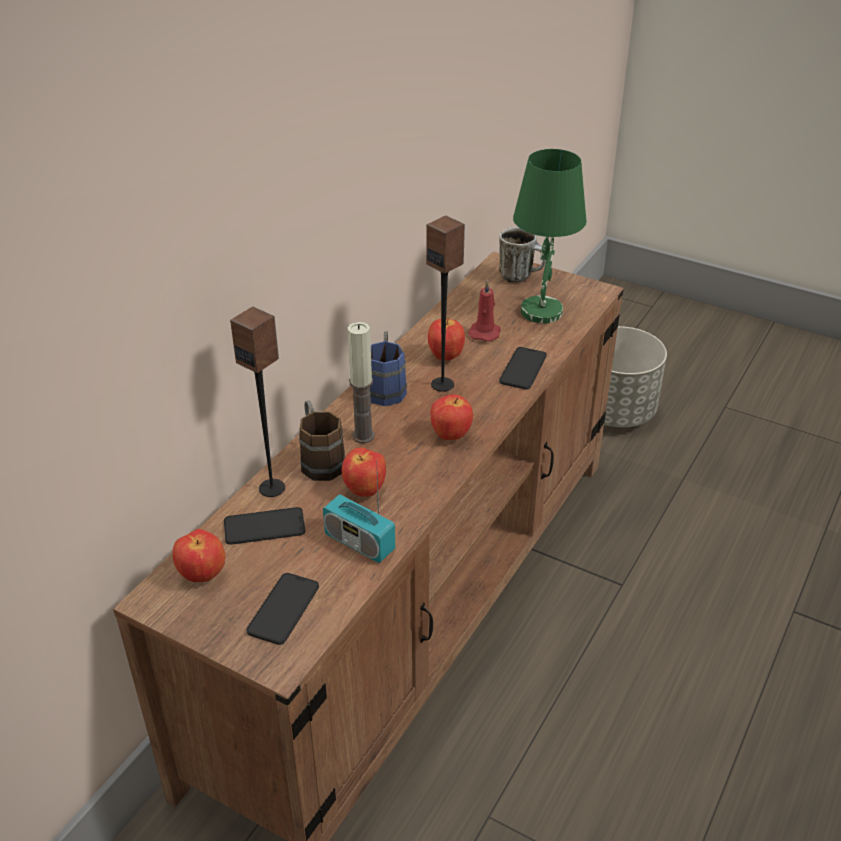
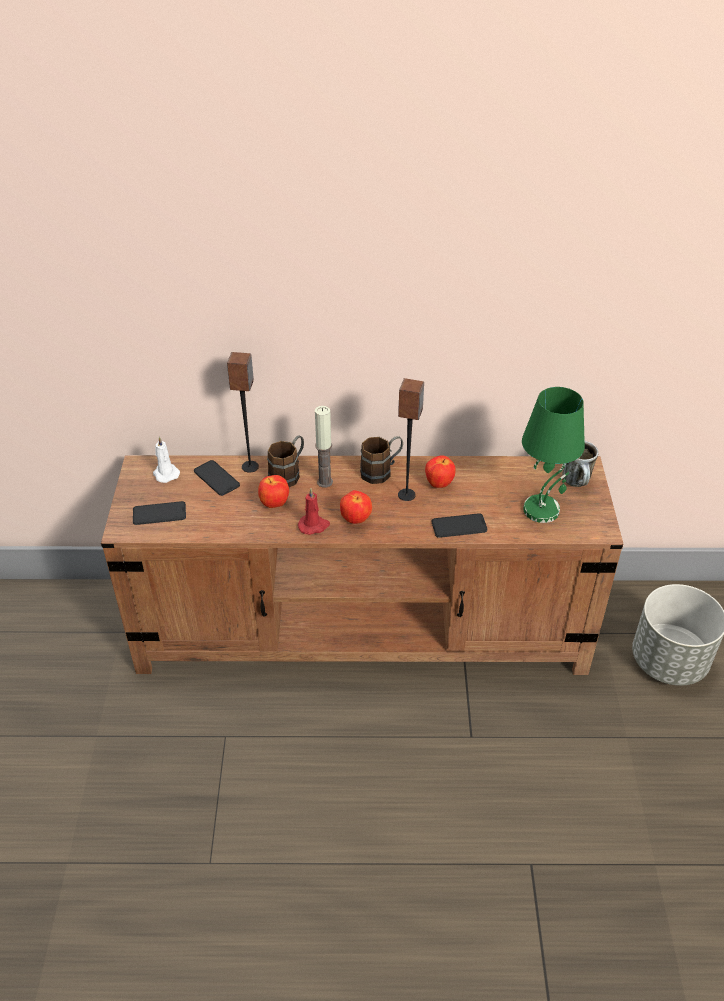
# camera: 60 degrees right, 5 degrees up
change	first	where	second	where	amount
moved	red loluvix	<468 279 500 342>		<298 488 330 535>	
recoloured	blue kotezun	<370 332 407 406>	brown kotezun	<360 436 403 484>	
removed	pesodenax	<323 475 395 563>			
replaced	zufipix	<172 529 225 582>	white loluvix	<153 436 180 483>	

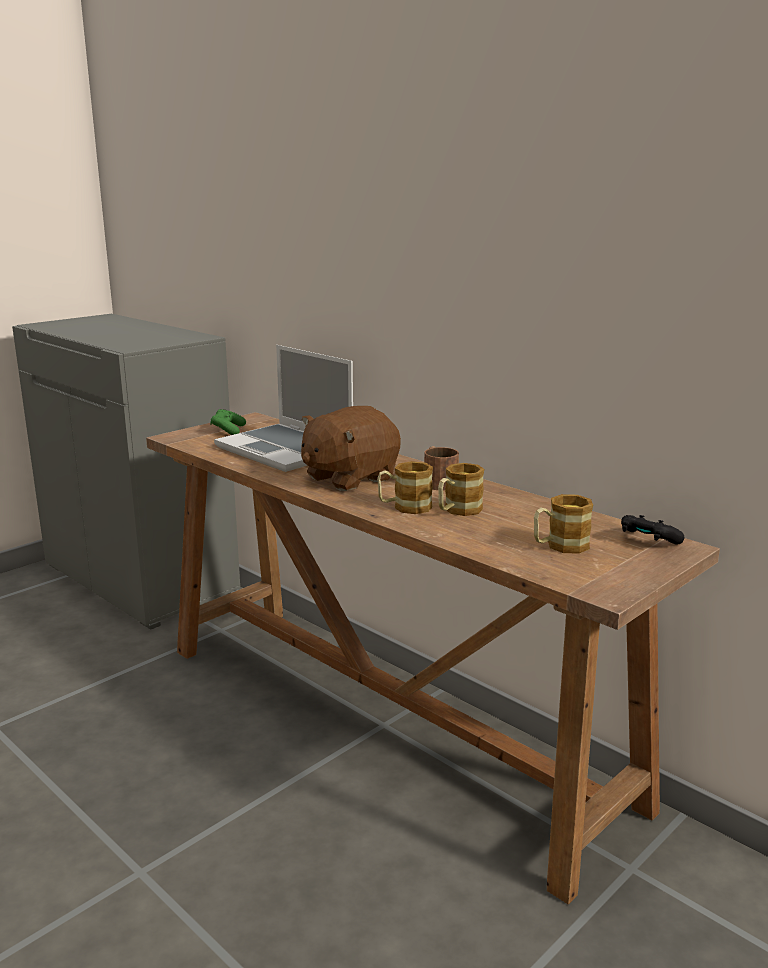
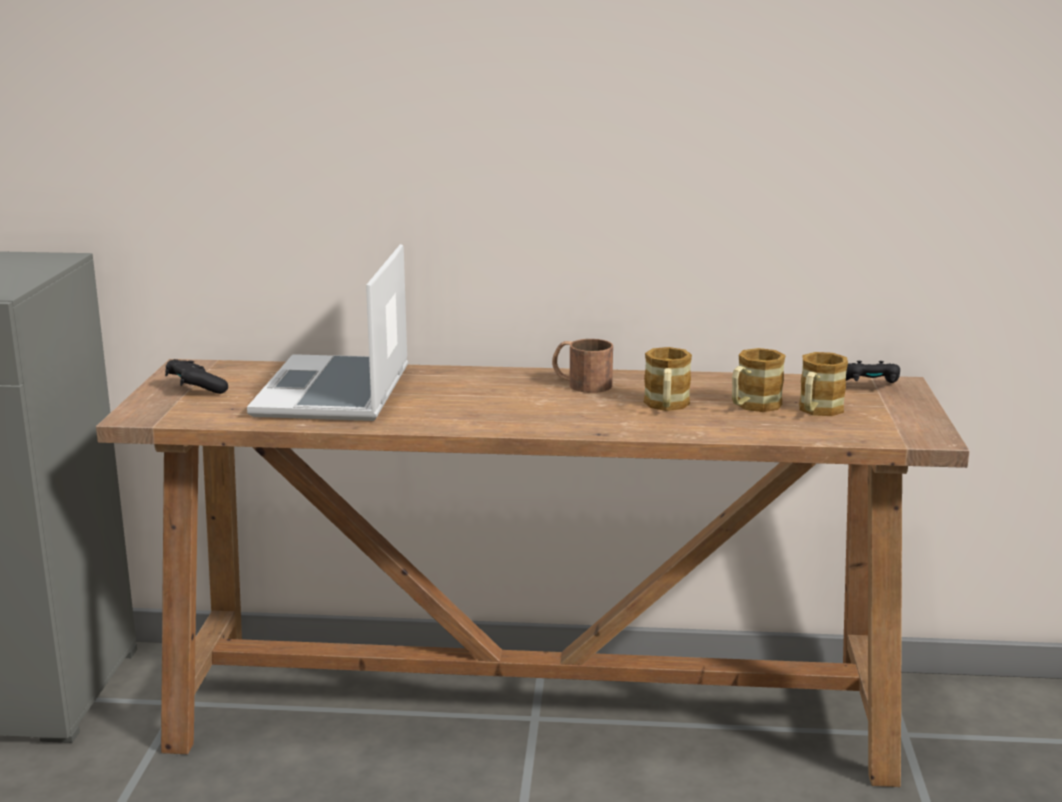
# camera: 40 degrees left, 0 degrees up
change	first	where	second	where	amount
turned	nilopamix	<214 345 353 472>		<247 244 408 421>	90 degrees clockwise
removed	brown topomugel	<301 406 401 491>			
recoloured	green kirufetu	<210 409 246 435>	black kirufetu	<165 359 228 394>	
moved	kotezun	<377 461 433 514>		<732 348 786 412>	

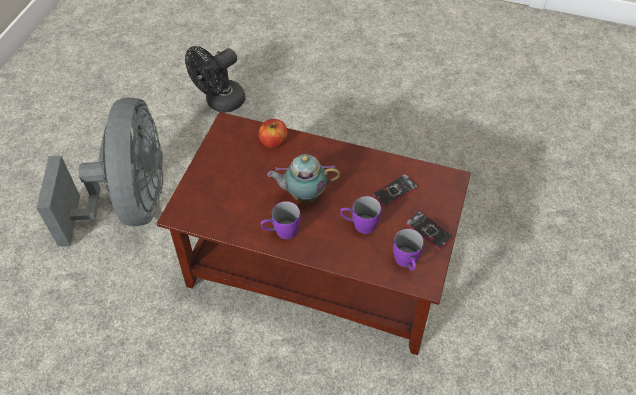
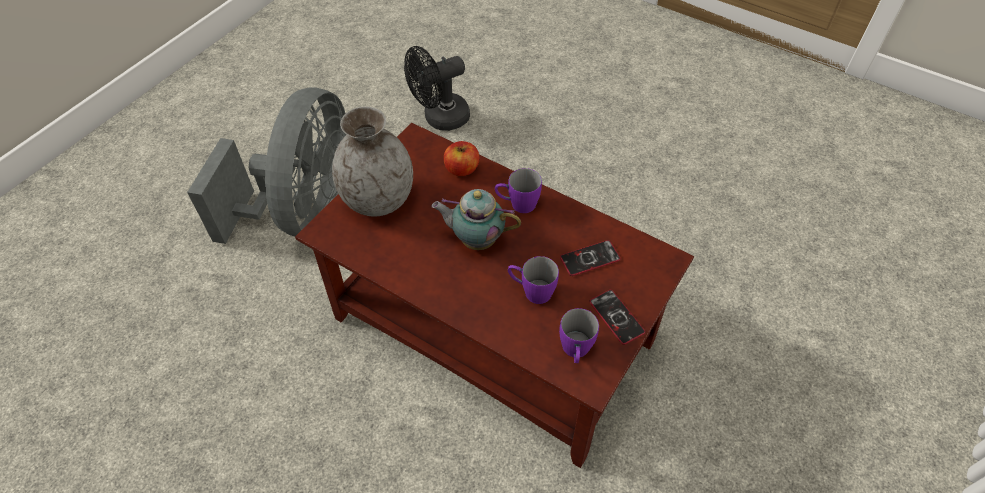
# camera: 15 degrees right, 0 degrees up
change	first	where	second	where	amount
moved	purple kotezun	<261 201 300 239>		<495 168 542 213>	
added			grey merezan	<332 106 413 217>	

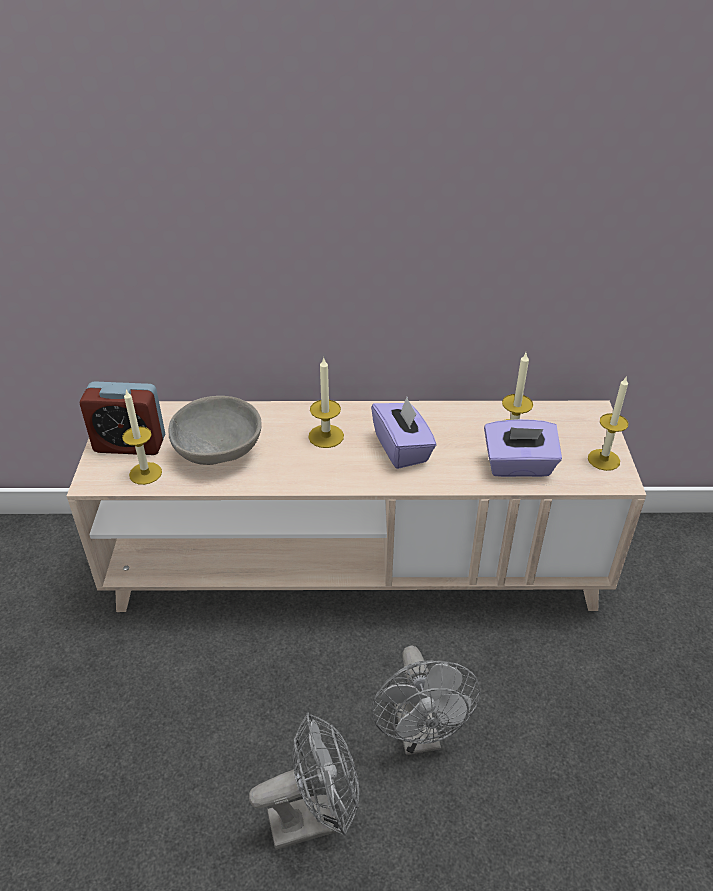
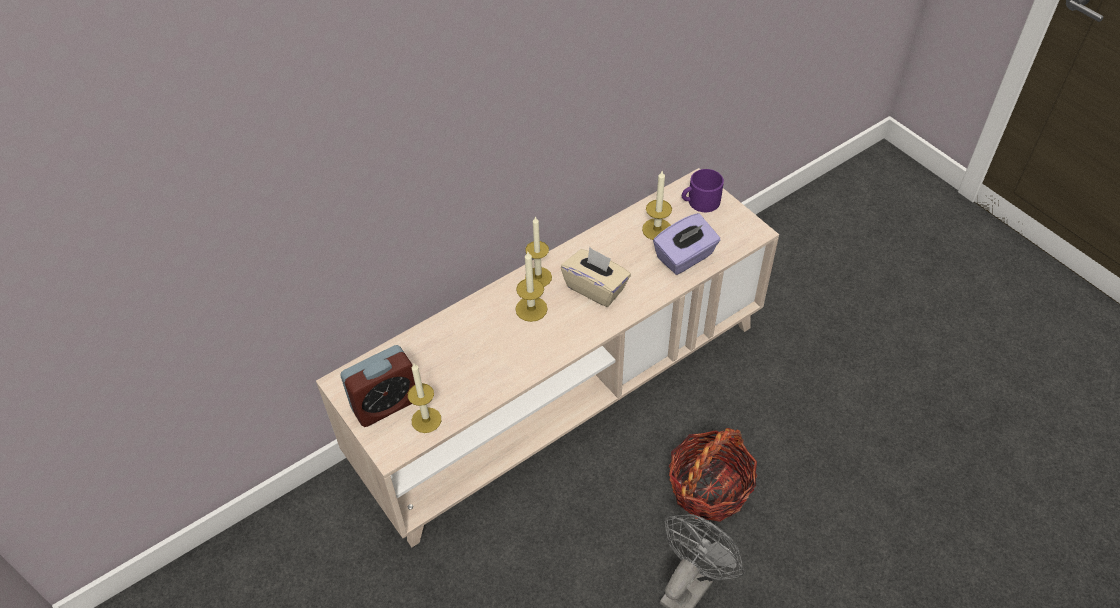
# camera: 35 degrees left, 10 degrees up
change	first	where	second	where	amount
moved	loluvix	<588 376 628 471>		<525 216 552 287>	
removed	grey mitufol	<168 396 262 465>			
recoloured	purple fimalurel	<371 397 436 469>	beige fimalurel	<561 247 631 307>	
replaced	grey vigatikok	<371 645 481 755>	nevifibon	<669 428 757 522>	
added			purple kotezun	<682 169 724 212>	

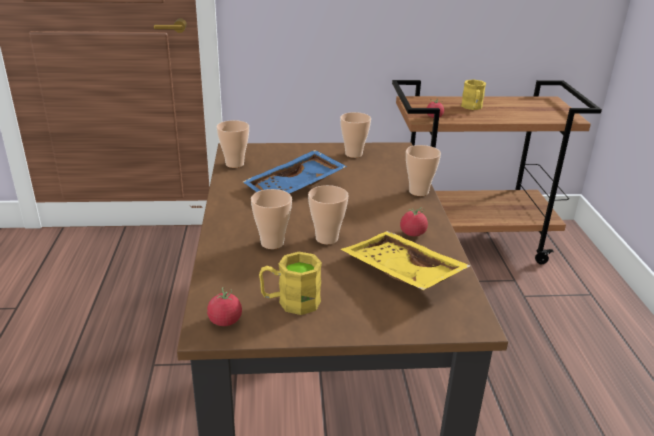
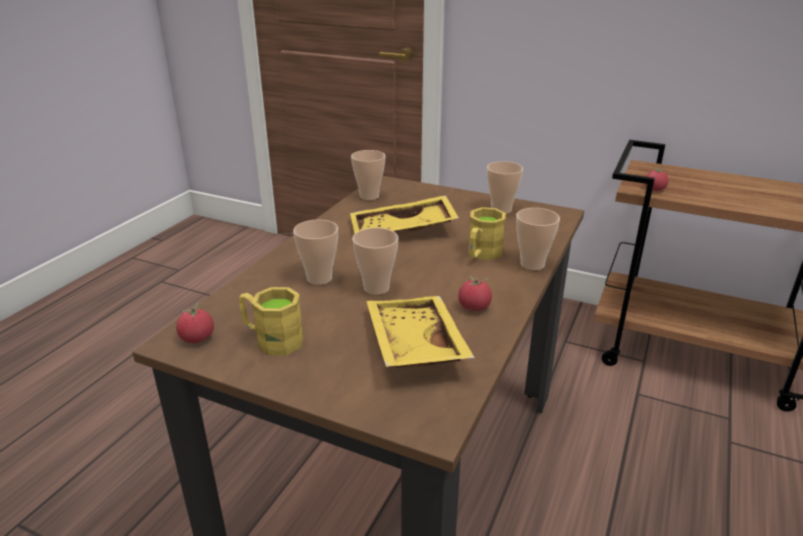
# camera: 30 degrees right, 0 degrees up
change	first	where	second	where	amount
moved	yellow kotezun	<461 79 486 110>		<468 207 506 260>	
recoloured	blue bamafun	<243 150 347 193>	yellow bamafun	<350 195 459 234>	

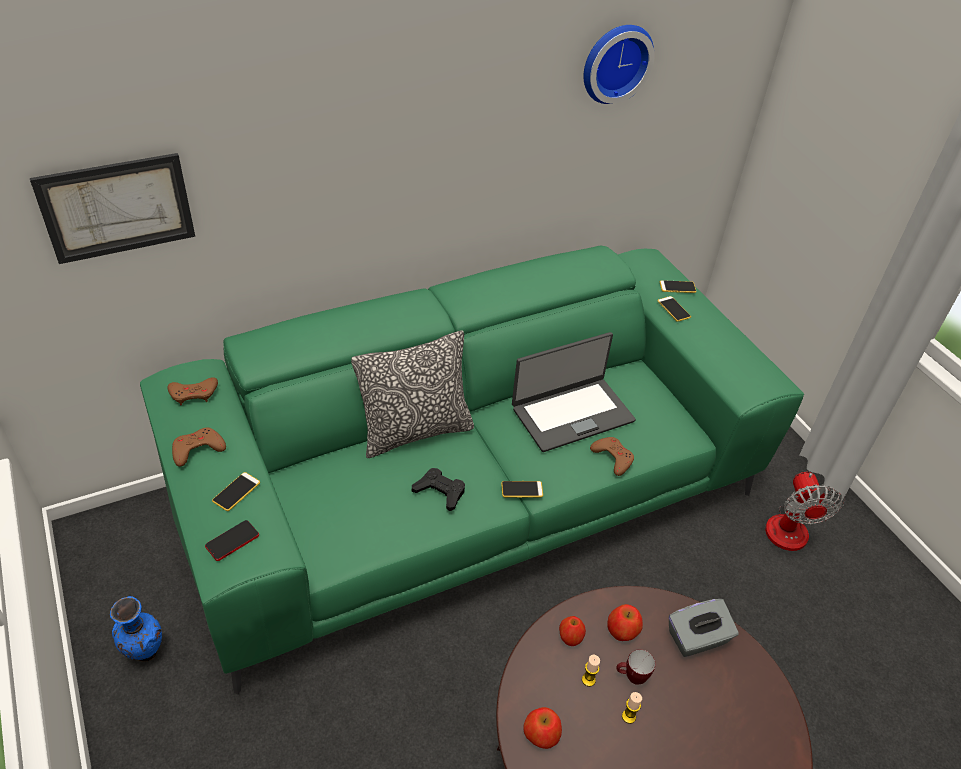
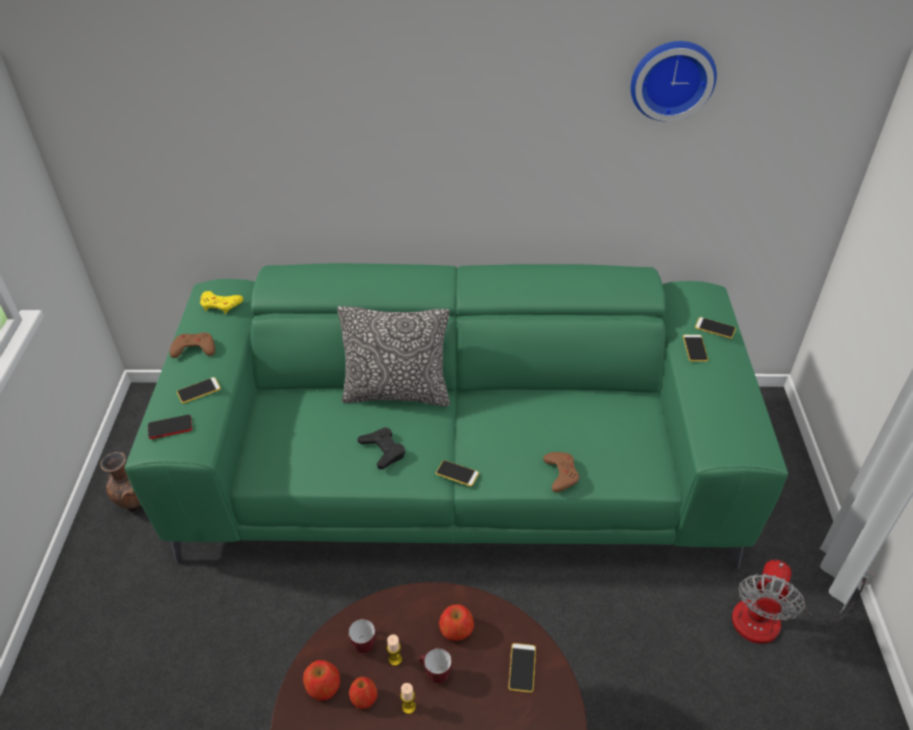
# camera: 30 degrees right, 0 degrees up
change	first	where	second	where	amount
removed	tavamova	<30 153 195 264>			
removed	nilopamix	<512 332 636 452>			
recoloured	brown kirufetu	<168 377 218 405>	yellow kirufetu	<200 291 243 314>	
recoloured	blue merezan	<110 596 162 662>	brown merezan	<100 452 142 512>	
replaced	grey fimalurel	<669 599 739 657>	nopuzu	<508 643 536 693>	
moved	zufipix	<559 616 586 646>		<349 677 378 709>	
added			kotezun	<348 618 376 653>	

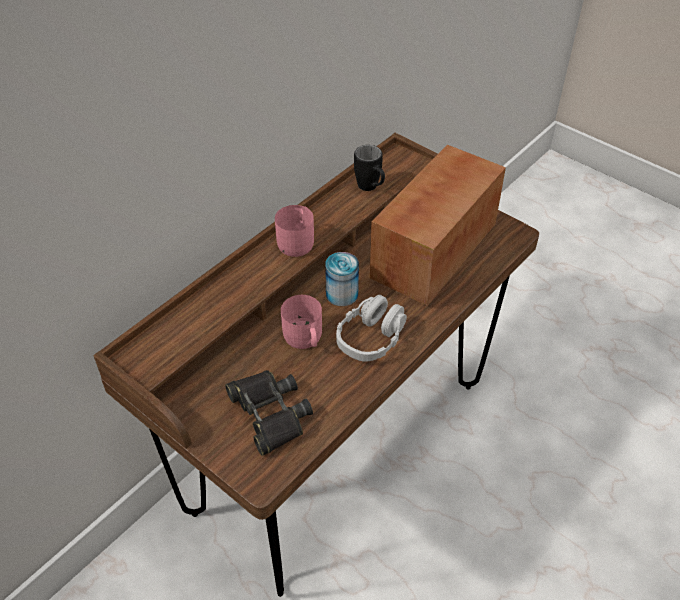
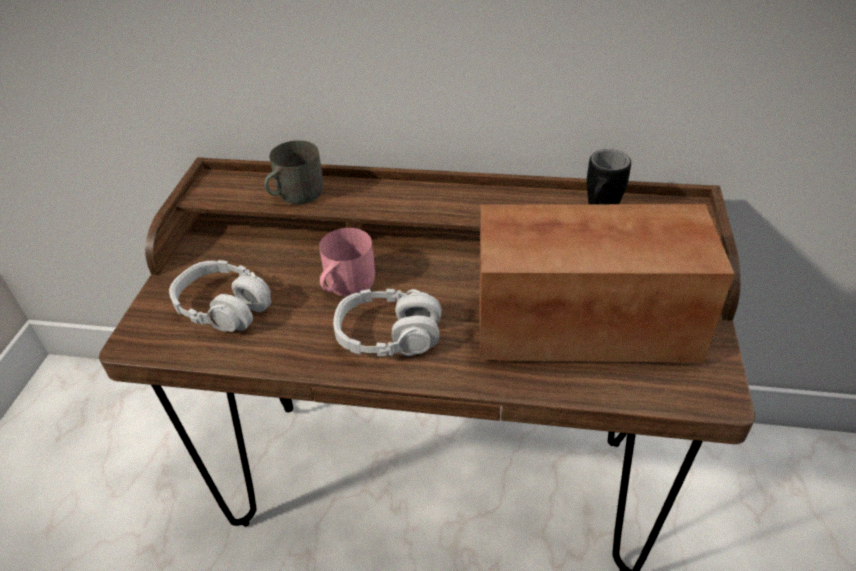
# camera: 60 degrees right, 5 degrees down
change	first	where	second	where	amount
removed	pink kotezun	<275 205 314 257>			
removed	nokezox	<325 252 359 306>			
replaced	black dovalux	<225 370 313 456>	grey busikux	<169 260 271 332>	
added			grey kotezun	<264 140 324 205>	

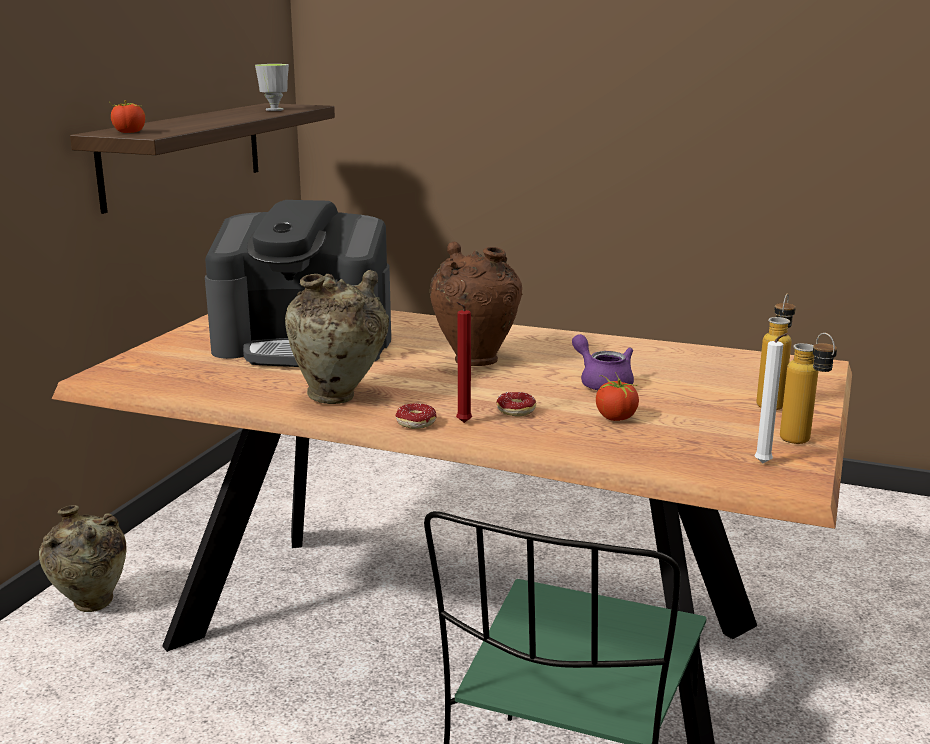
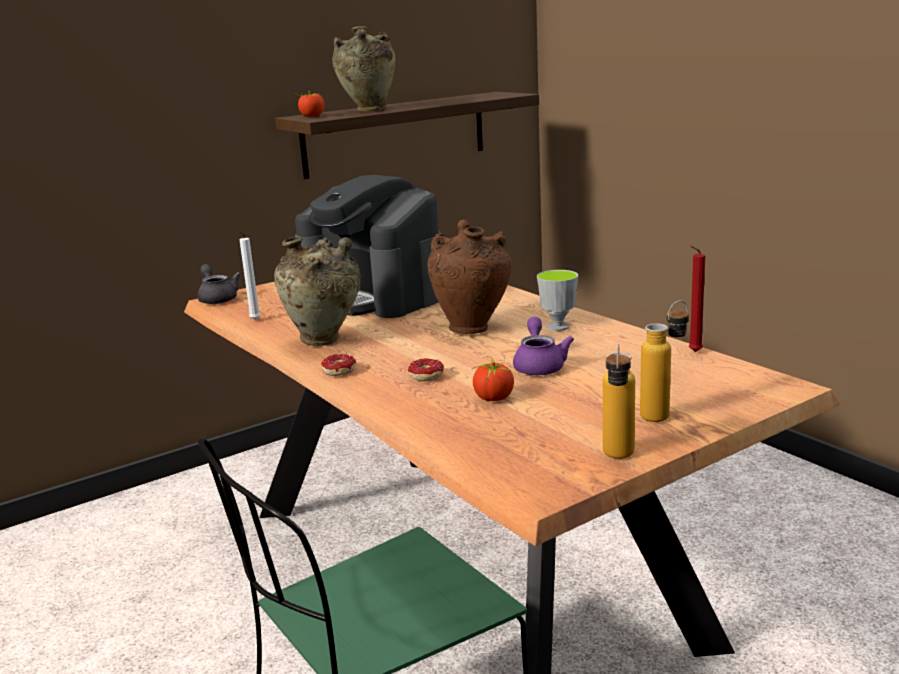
# camera: 35 degrees right, 0 degrees up
change	first	where	second	where	amount
moved	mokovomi	<255 64 289 111>		<537 270 578 331>	
moved	red loluvix	<456 302 472 423>		<689 246 705 352>	
moved	white loluvix	<755 333 789 463>		<240 232 261 320>	
moved	beige merezan	<39 505 126 612>		<332 26 395 112>	
added			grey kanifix	<198 264 241 304>	

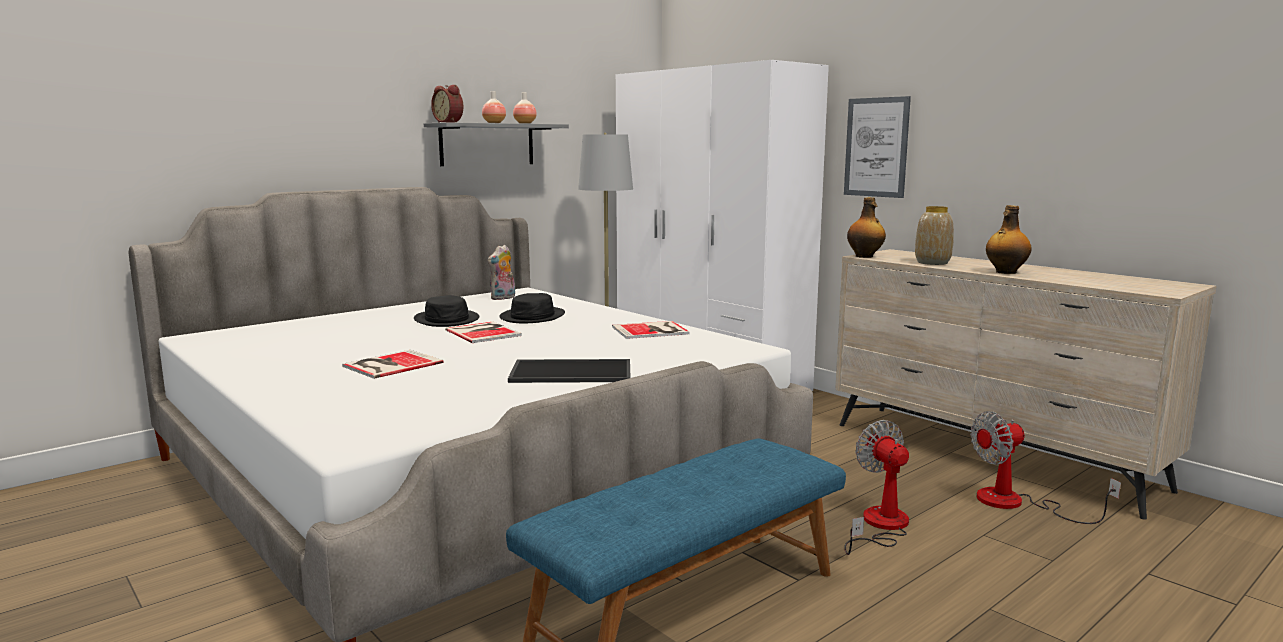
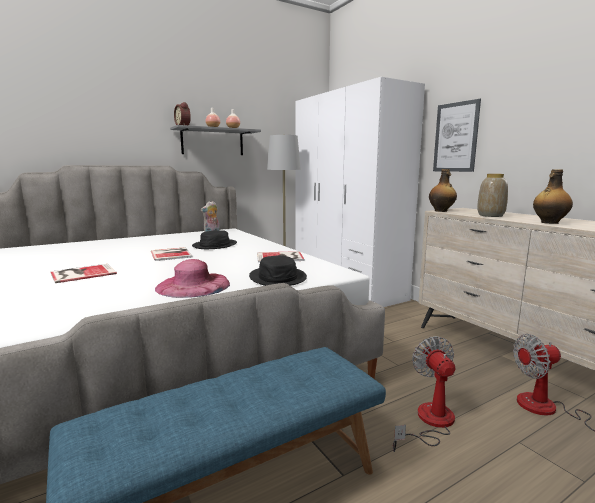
# camera: 10 degrees right, 0 degrees up
change	first	where	second	where	amount
moved	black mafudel	<414 295 479 327>		<249 255 307 286>	
replaced	bamafun	<508 359 631 383>	pink mafudel	<155 259 230 298>	

